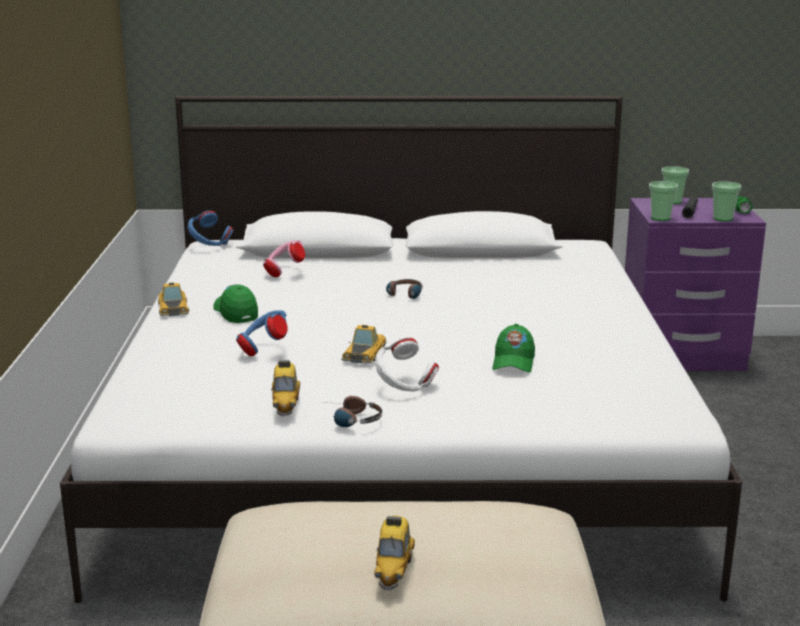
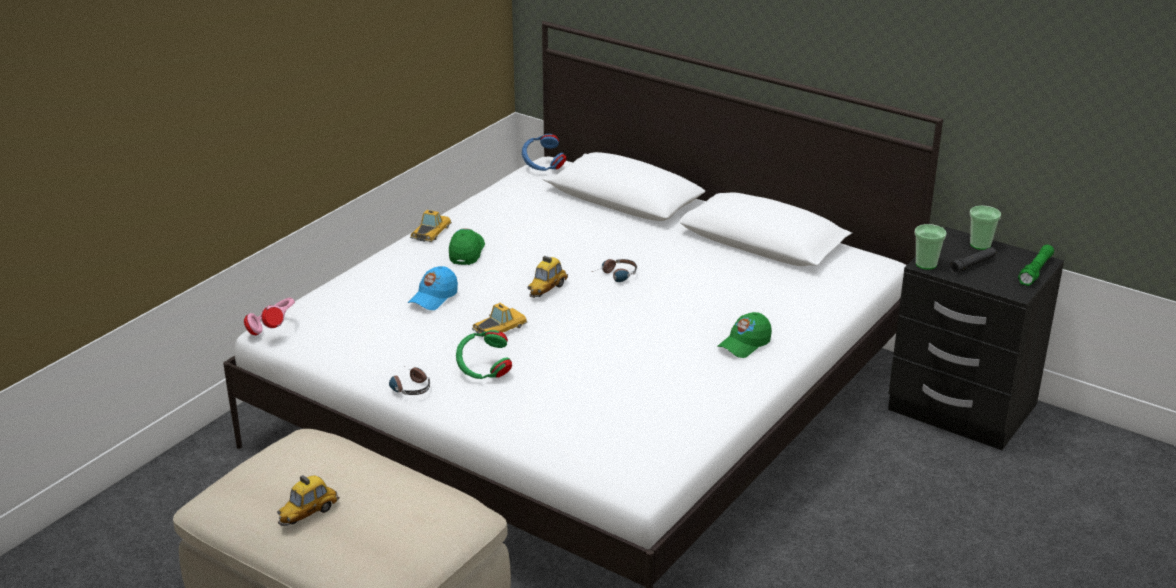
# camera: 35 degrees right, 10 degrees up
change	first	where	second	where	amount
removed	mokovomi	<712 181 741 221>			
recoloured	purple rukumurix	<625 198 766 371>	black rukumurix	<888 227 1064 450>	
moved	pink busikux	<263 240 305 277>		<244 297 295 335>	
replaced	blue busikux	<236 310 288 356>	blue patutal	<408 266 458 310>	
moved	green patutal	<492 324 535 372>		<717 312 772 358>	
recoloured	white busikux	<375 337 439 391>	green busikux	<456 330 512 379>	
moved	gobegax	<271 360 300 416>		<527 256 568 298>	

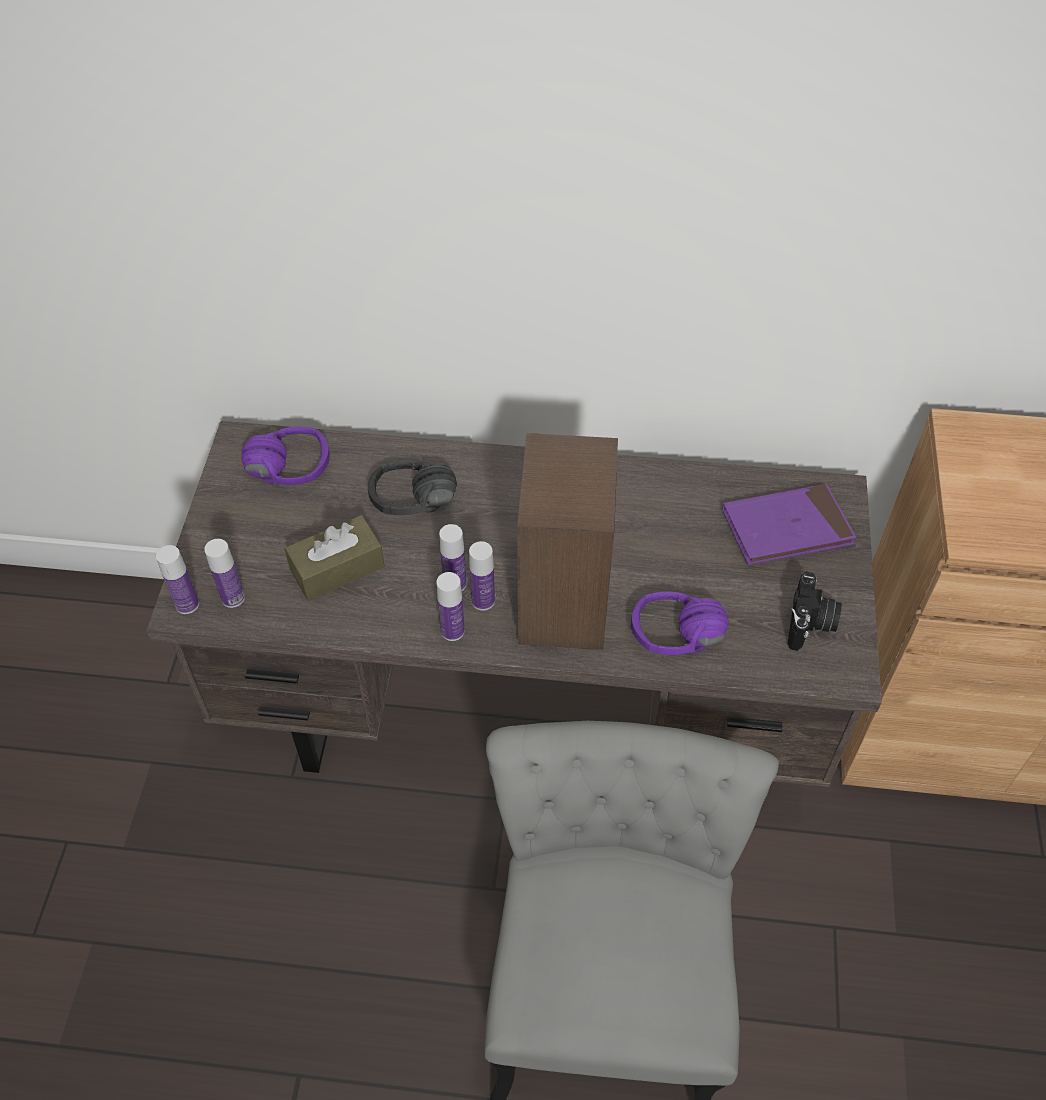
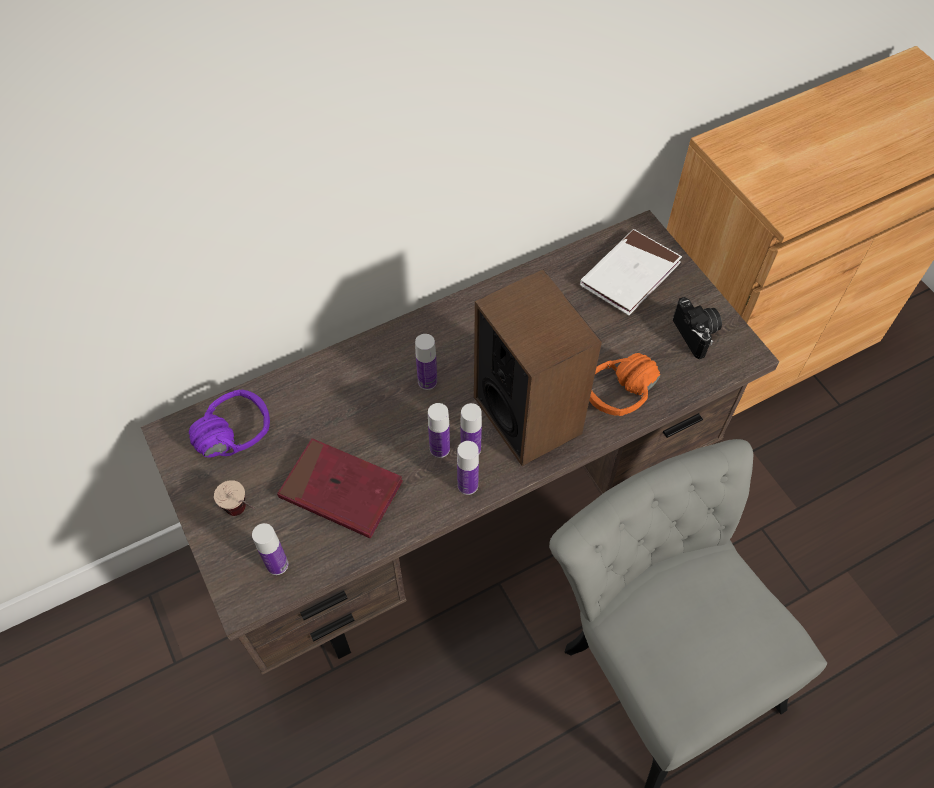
# camera: 35 degrees left, 5 degrees up
change	first	where	second	where	amount
removed	black busikux	<368 461 457 515>			
recoloured	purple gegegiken	<722 484 856 565>	white gegegiken	<580 229 682 316>	
replaced	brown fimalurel	<285 515 385 601>	red gegegiken	<277 438 403 538>	
moved	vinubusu	<156 545 199 614>		<415 334 437 390>	
recoloured	purple busikux	<631 591 729 655>	orange busikux	<589 353 661 416>	
added			mokovomi	<214 480 255 516>	

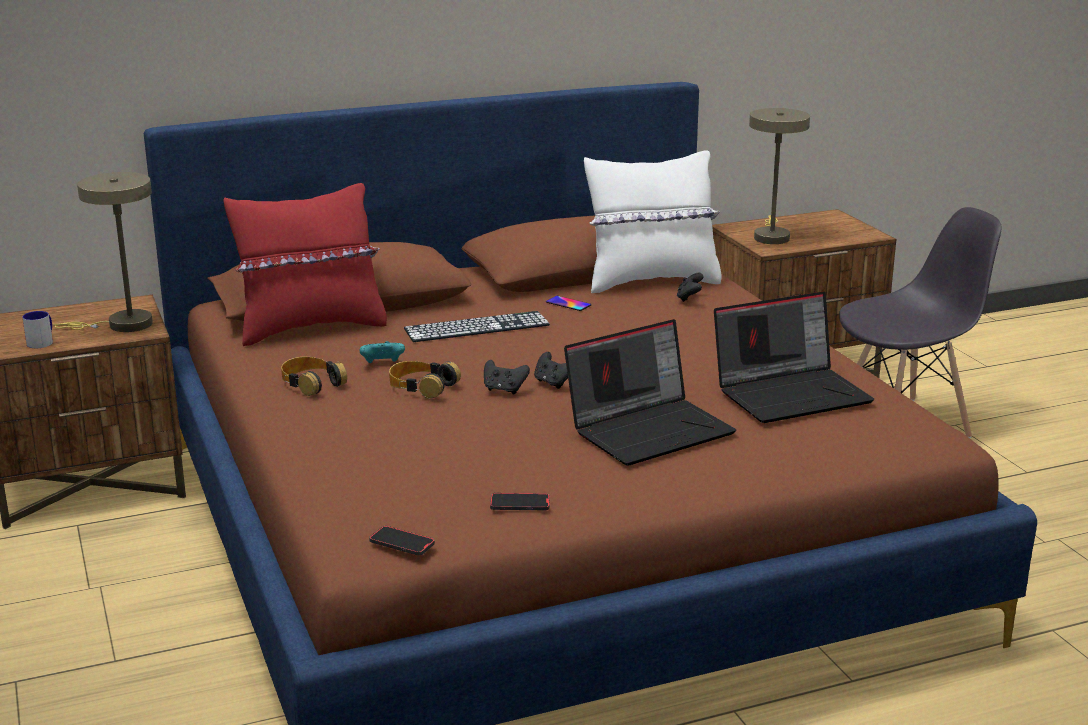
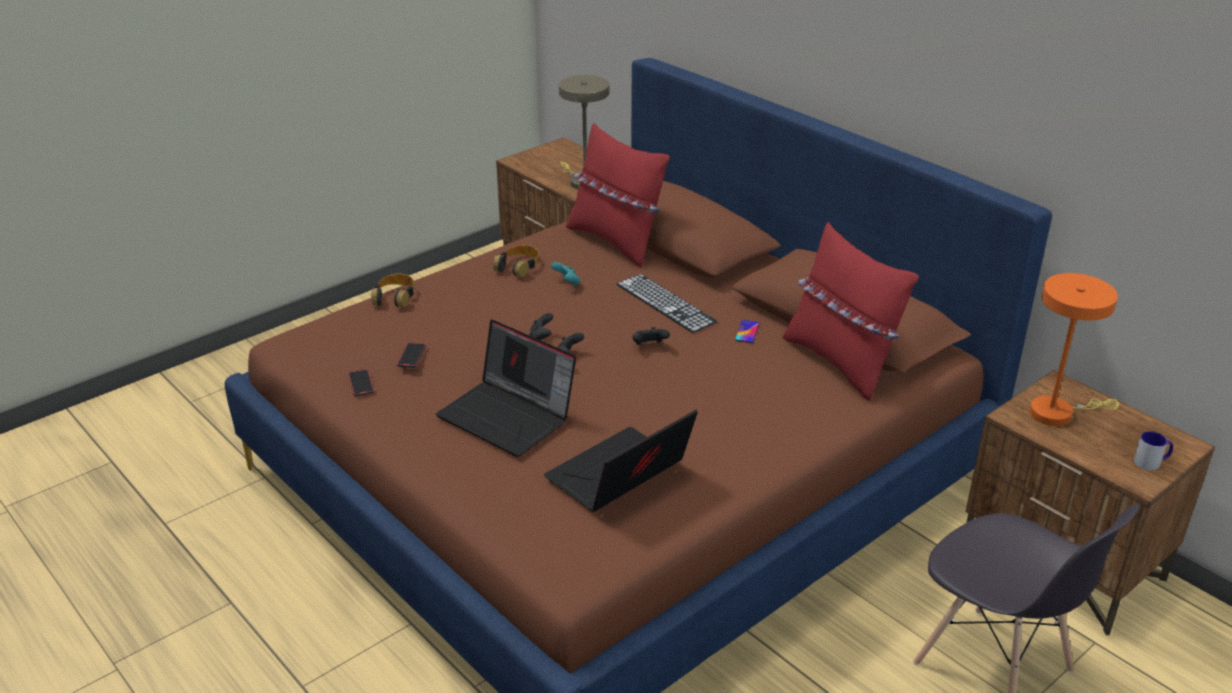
# camera: 70 degrees right, 10 degrees up
change	first	where	second	where	amount
recoloured	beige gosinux	<749 108 810 244>	orange gosinux	<1030 273 1119 426>	
recoloured	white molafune	<584 150 722 293>	red molafune	<783 222 919 401>	
moved	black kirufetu	<677 273 704 302>		<632 327 670 345>	
turned	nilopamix	<714 291 874 423>		<544 409 698 512>	90 degrees clockwise
moved	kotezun	<23 311 53 348>		<1134 431 1173 471>	
moved	busikux	<389 361 461 399>		<371 273 415 307>	
moved	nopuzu	<369 526 435 556>		<397 342 426 368>	

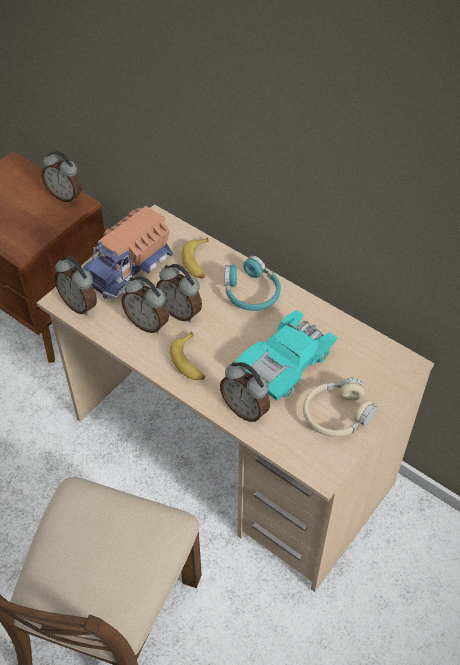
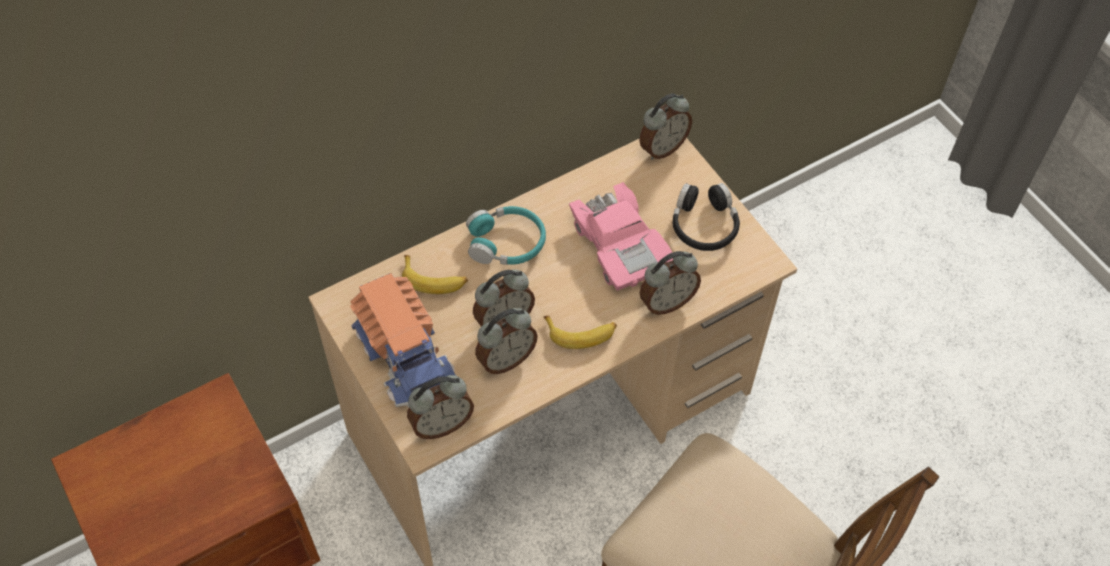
# camera: 70 degrees left, 5 degrees up
change	first	where	second	where	amount
moved	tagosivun	<42 151 82 203>		<639 93 692 160>	
recoloured	turquoise gobegax	<235 310 337 400>	pink gobegax	<569 182 673 291>	
recoloured	beige busikux	<303 378 378 437>	black busikux	<672 183 740 251>	

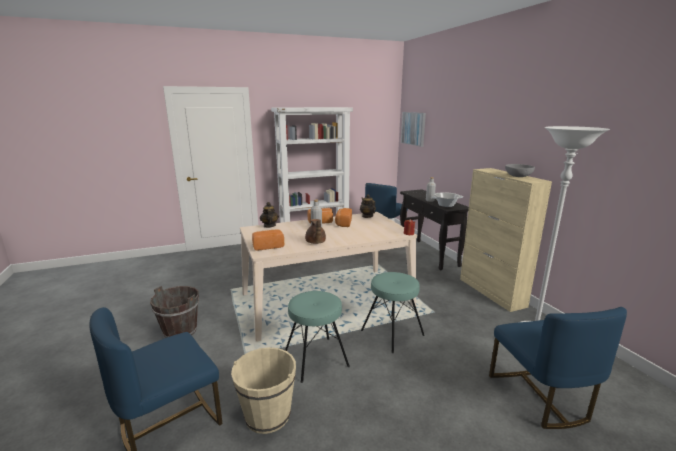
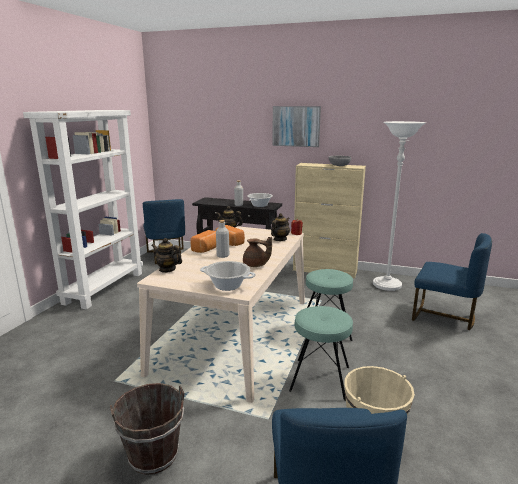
# camera: 50 degrees left, 0 degrees up
change	first	where	second	where	amount
moved	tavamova	<401 112 426 147>		<272 106 321 147>	
replaced	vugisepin	<252 230 284 251>	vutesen	<200 261 255 291>	
added			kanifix	<271 213 290 241>	

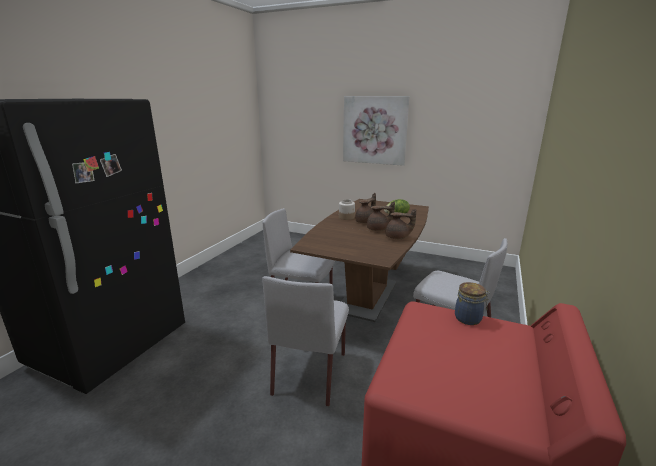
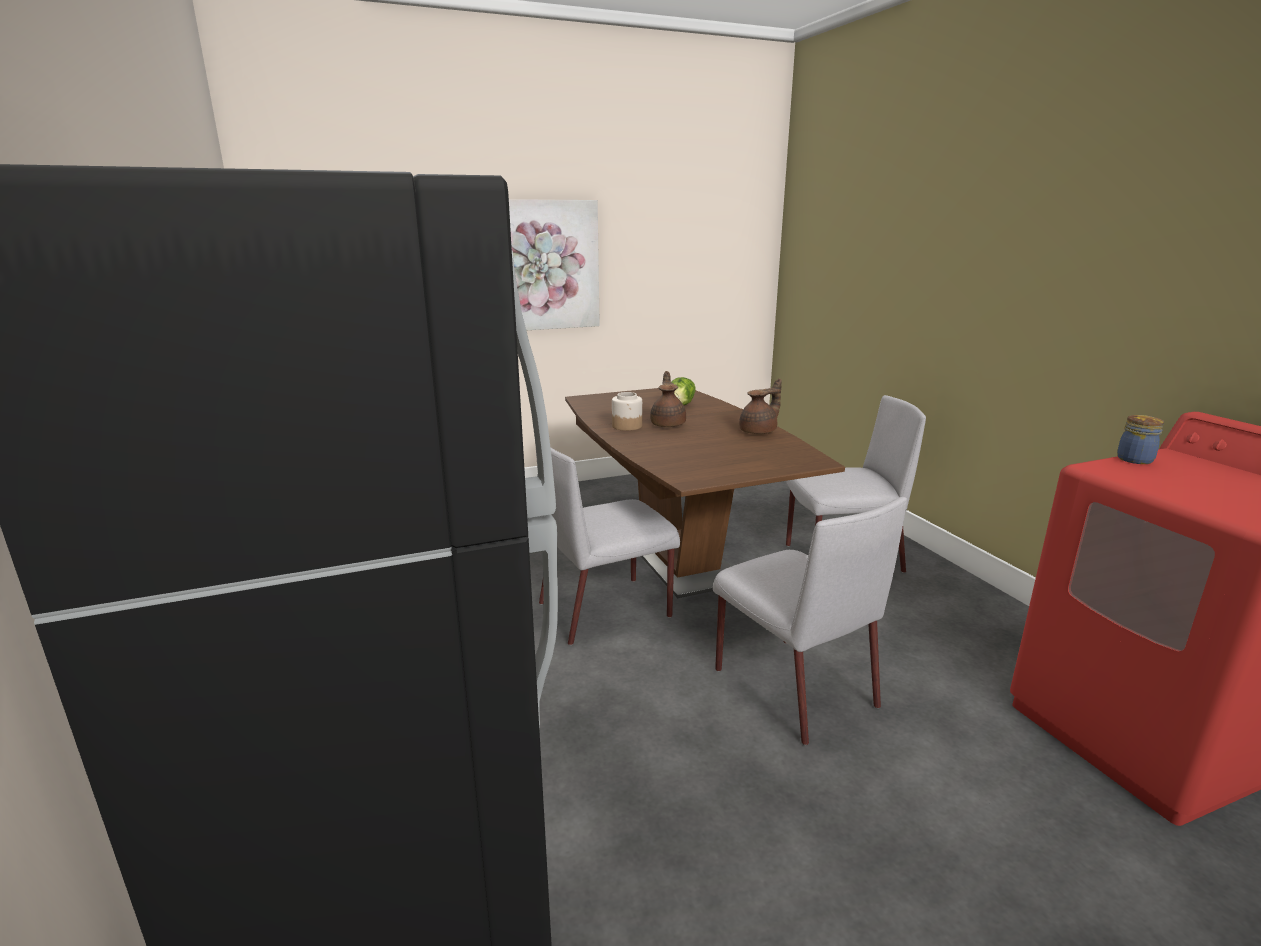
# camera: 45 degrees left, 0 degrees up
change	first	where	second	where	amount
removed	brown kanifix	<367 201 395 231>			

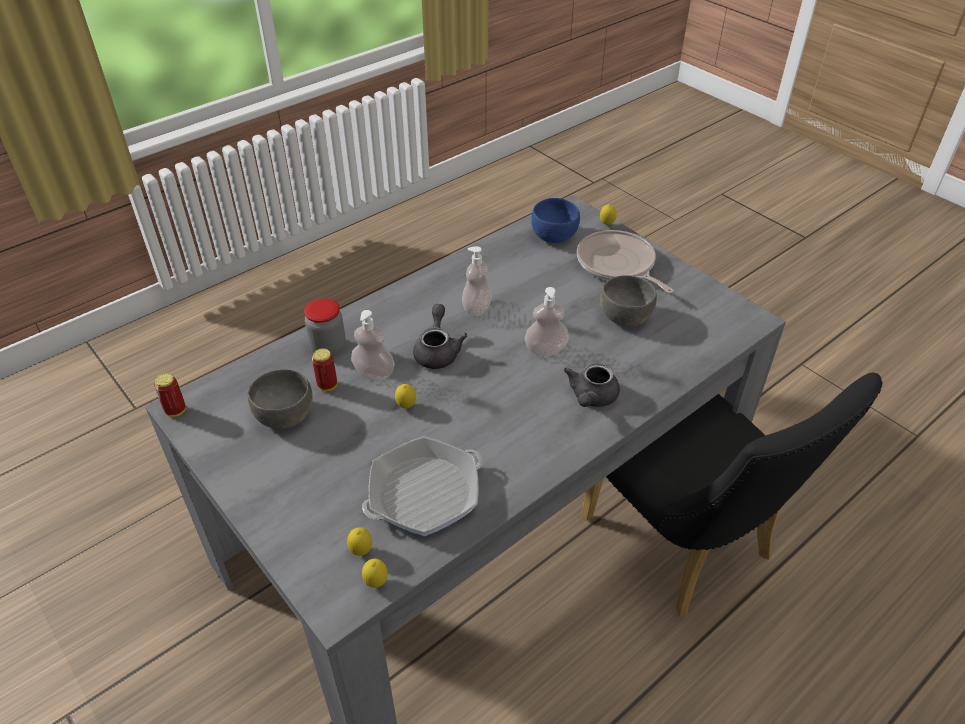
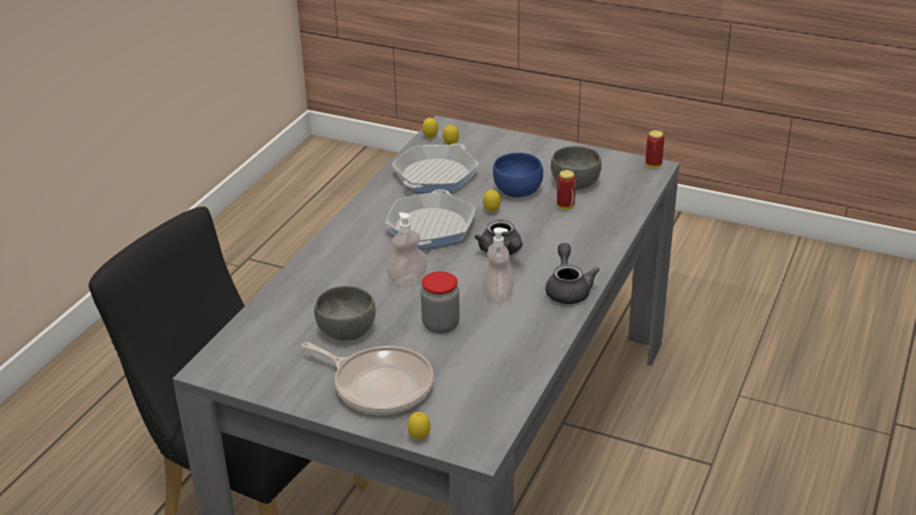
# camera: 155 degrees right, 10 degrees down
change	first	where	second	where	amount
moved	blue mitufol	<531 198 580 243>		<493 153 543 197>	
moved	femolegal	<304 298 346 356>		<421 271 460 334>	
removed	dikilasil	<351 310 395 380>			
moved	grey kanifix	<564 363 620 407>		<546 243 600 304>	
added			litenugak	<385 189 475 249>	

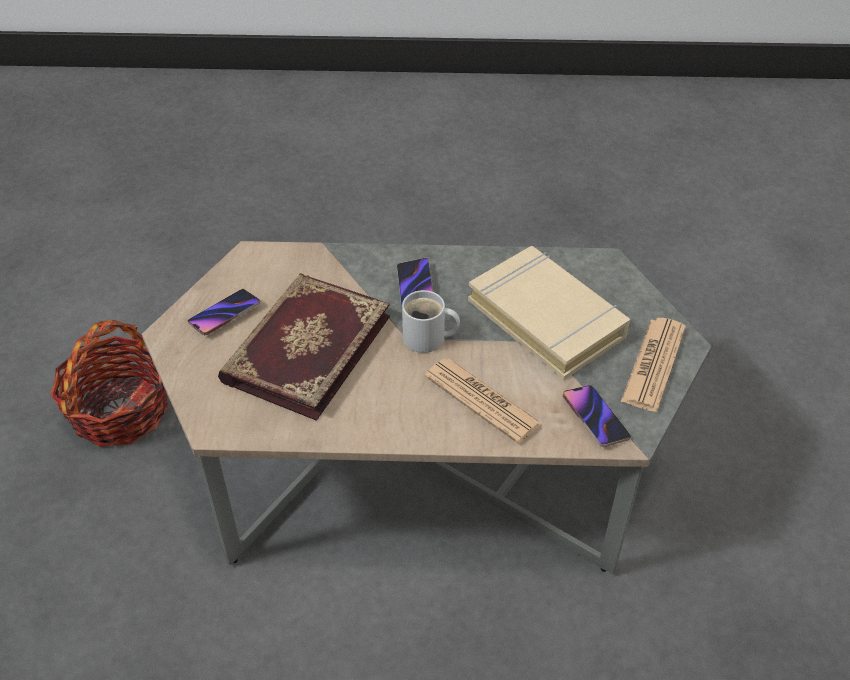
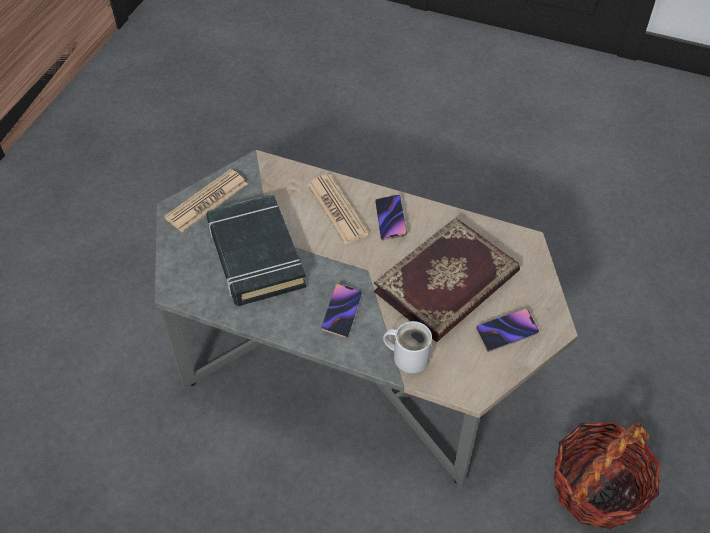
# camera: 160 degrees left, 5 degrees up
change	first	where	second	where	amount
recoloured	beige gegegiken	<468 246 630 380>	black gegegiken	<207 194 306 306>	
moved	white kotezun	<402 290 460 353>		<383 321 432 373>	
moved	nopuzu	<563 385 631 447>		<375 195 407 241>	

